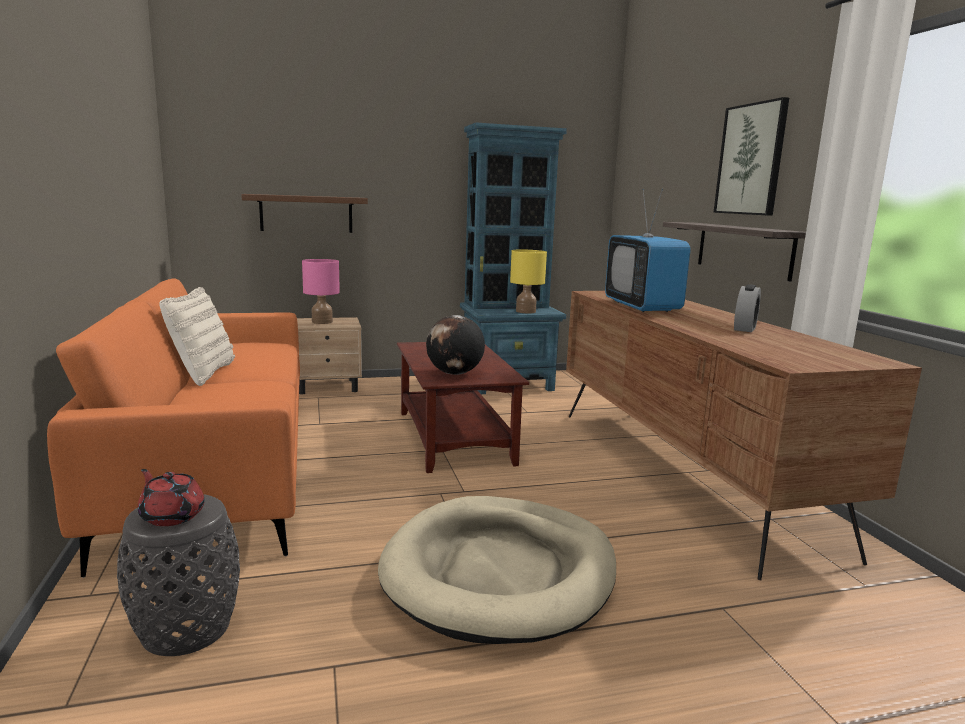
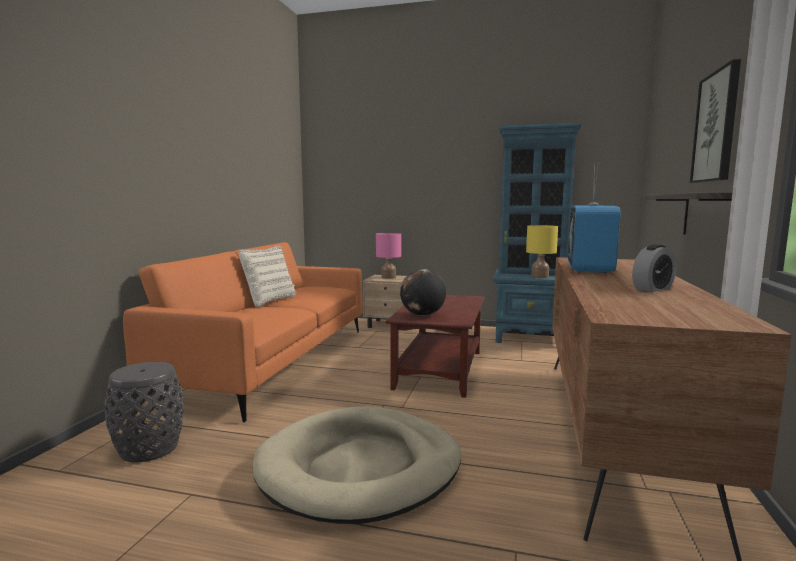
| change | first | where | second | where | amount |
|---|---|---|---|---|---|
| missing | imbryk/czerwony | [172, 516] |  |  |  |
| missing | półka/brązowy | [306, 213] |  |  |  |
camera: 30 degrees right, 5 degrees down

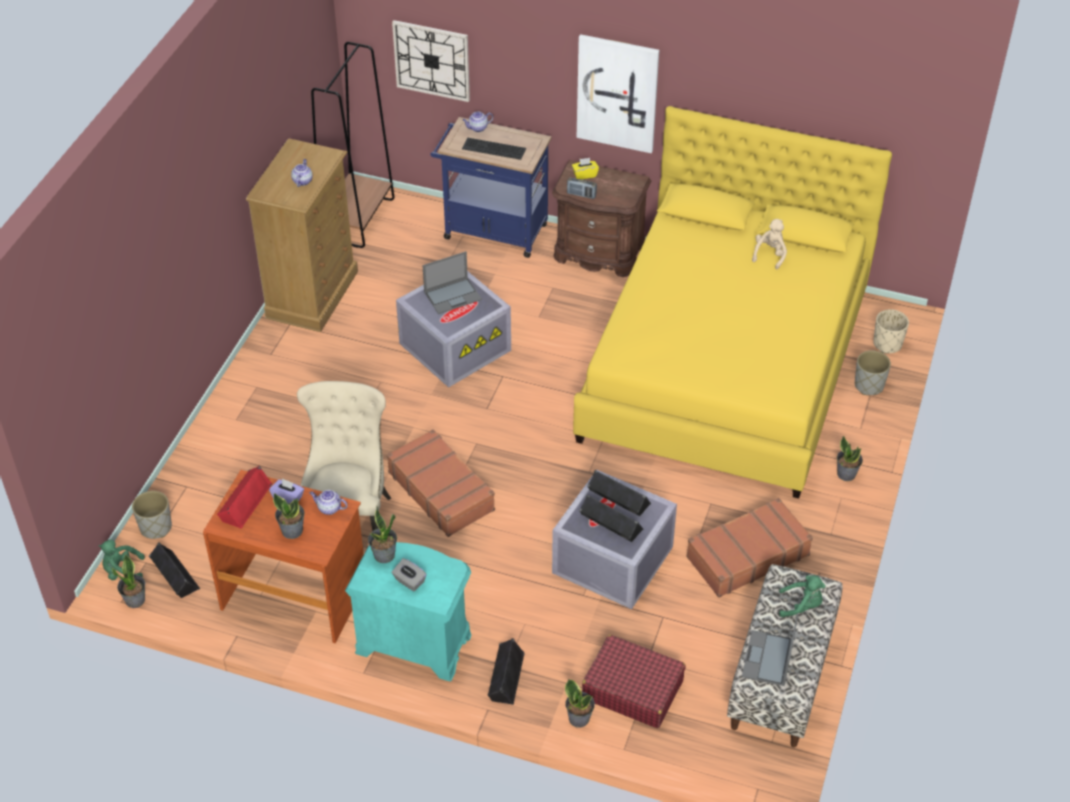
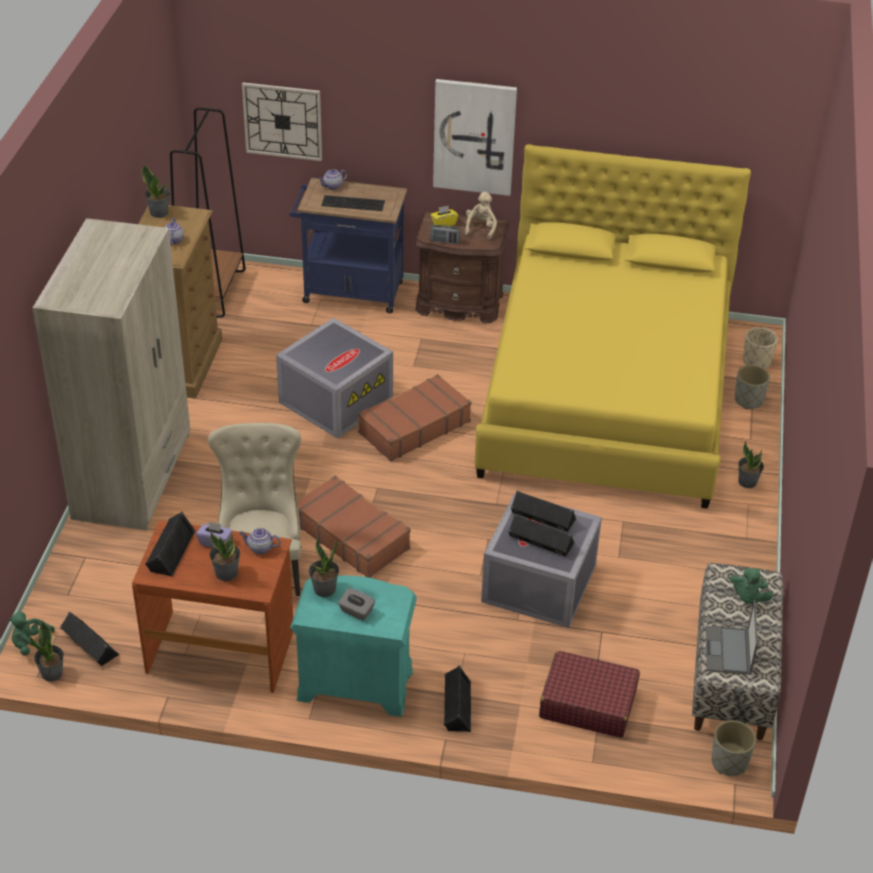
| change | first | where | second | where | amount |
|---|---|---|---|---|---|
| relocated | donica/szary | [155, 527] |  | [729, 763] |  |
| colour | głośnik/czerwony | [244, 501] | głośnik/czarny | [170, 550] |  |
| missing | laptop | [453, 295] |  |  |  |
| relocated | roślina doniczkowa | [579, 718] |  | [159, 212] |  |
| relocated | walizka/brązowy | [747, 555] |  | [413, 427] |  |
| relocated | pluszak/beżowy | [770, 255] |  | [481, 228] |  |
| spun | pluszak/zielony | [801, 605] |  | [748, 598] | 105 degrees clockwise |
| appeared |  |  | szafa/beżowy | [133, 476] |  |
camera: 10 degrees left, 5 degrees down

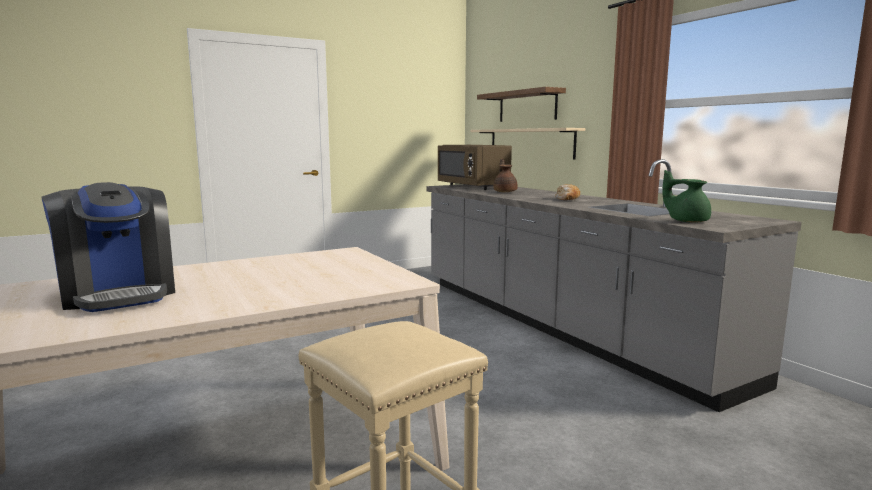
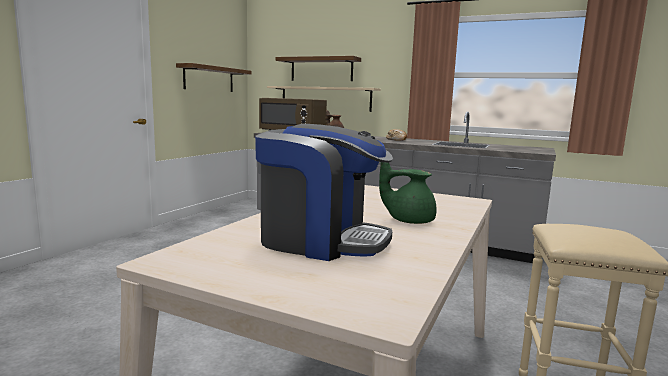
| change | first | where | second | where | amount |
|---|---|---|---|---|---|
| relocated | imbryk/zielony | [687, 221] |  | [408, 220] |  |
| appeared |  |  | półka | [209, 78] |  |
camera: 35 degrees left, 0 degrees up

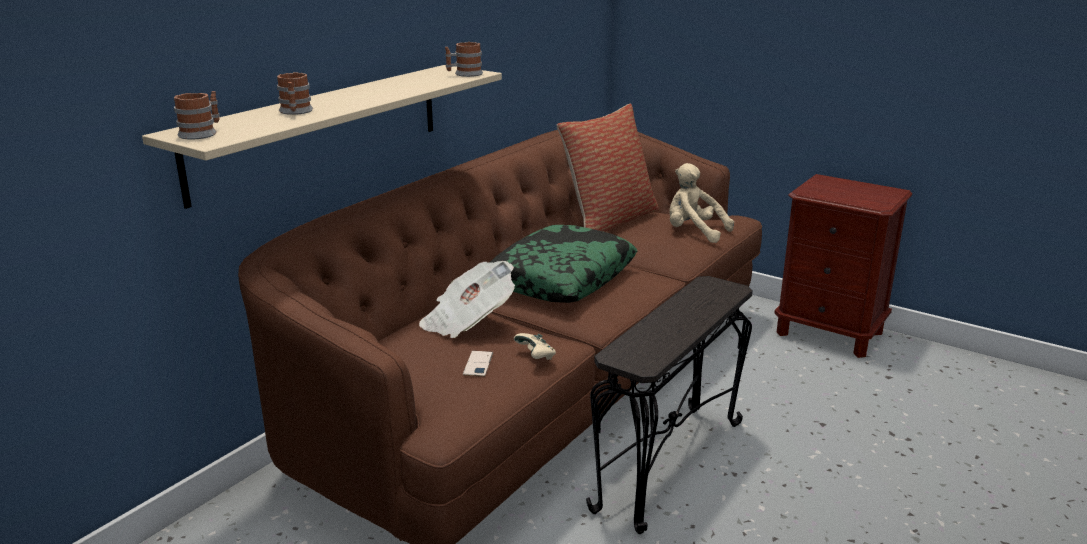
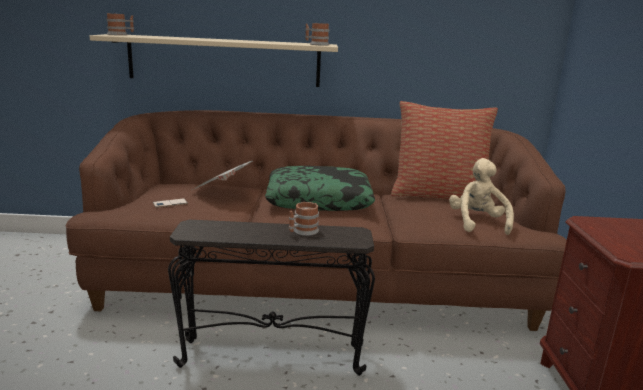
| change | first | where | second | where | amount |
|---|---|---|---|---|---|
| relocated | kubek | [295, 112] |  | [302, 232] |  |
| missing | pad do gier/beżowy | [536, 356] |  |  |  |
camera: 55 degrees right, 5 degrees down

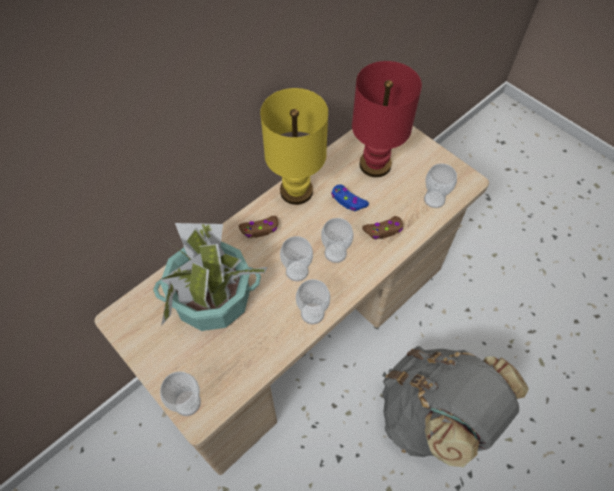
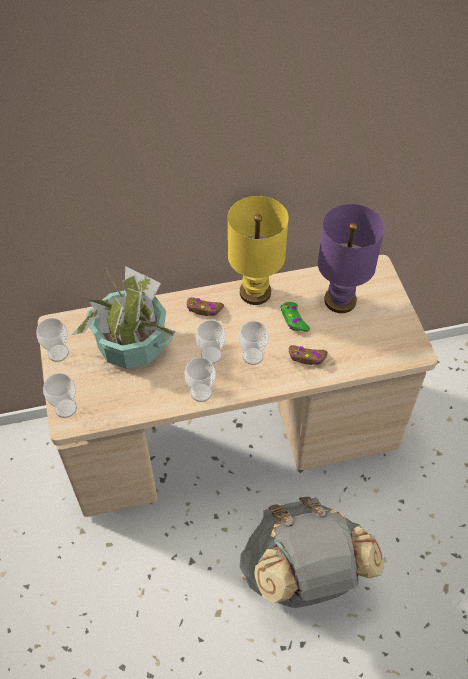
| change | first | where | second | where | amount |
|---|---|---|---|---|---|
| colour | pad do gier/niebieski | [348, 201] | pad do gier/zielony | [293, 320] |  |
| colour | lampa stołowa/czerwony | [374, 164] | lampa stołowa/fioletowy | [339, 300] |  |
| relocated | filiżanka | [434, 199] |  | [58, 353] |  |
camera: 30 degrees right, 5 degrees down

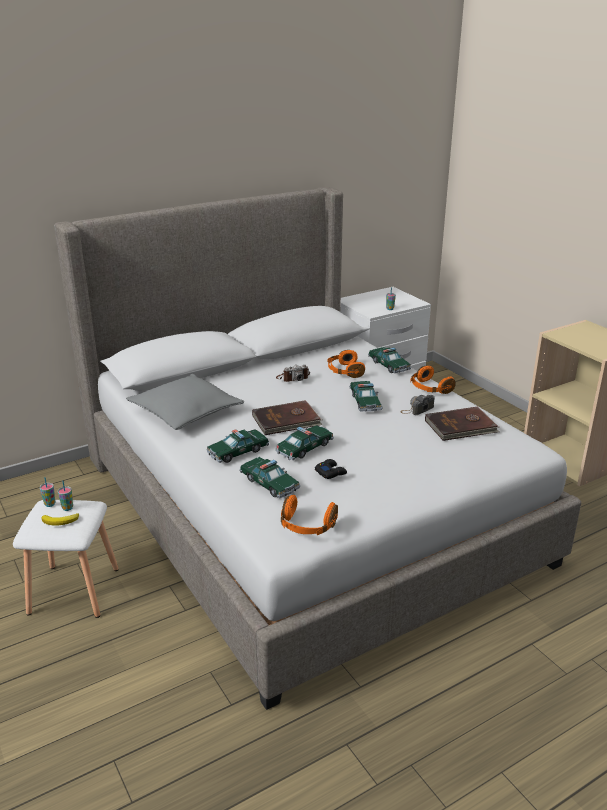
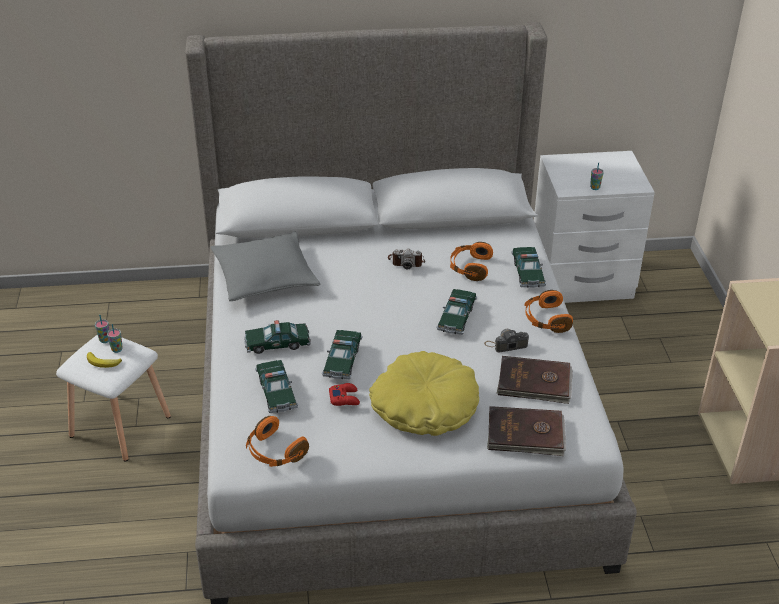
| change | first | where | second | where | amount |
|---|---|---|---|---|---|
| relocated | książka/brązowy | [287, 421] |  | [526, 434] |  |
| spun | samochodzik | [305, 448] |  | [342, 360] | 120 degrees clockwise |
| colour | pad do gier/czarny | [330, 472] | pad do gier/czerwony | [344, 398] |  |
| appeared |  |  | poduszka/żółty | [426, 407] |  |
camera: 25 degrees right, 10 degrees up

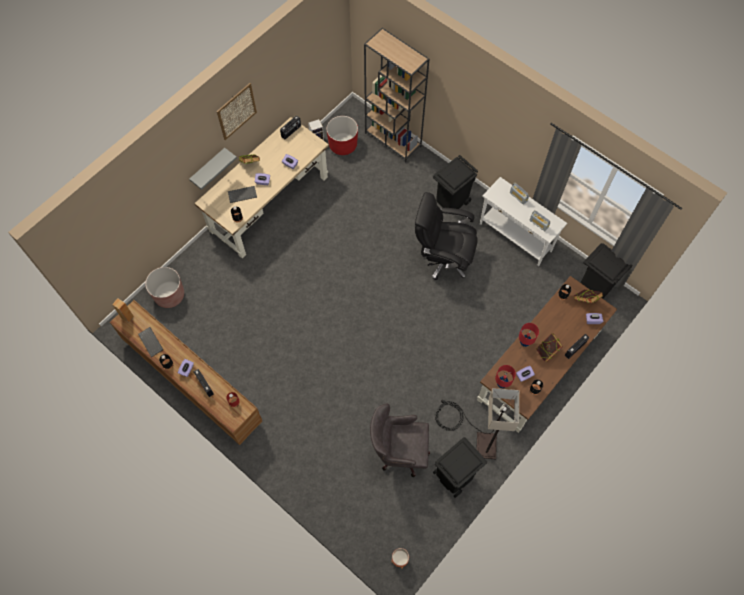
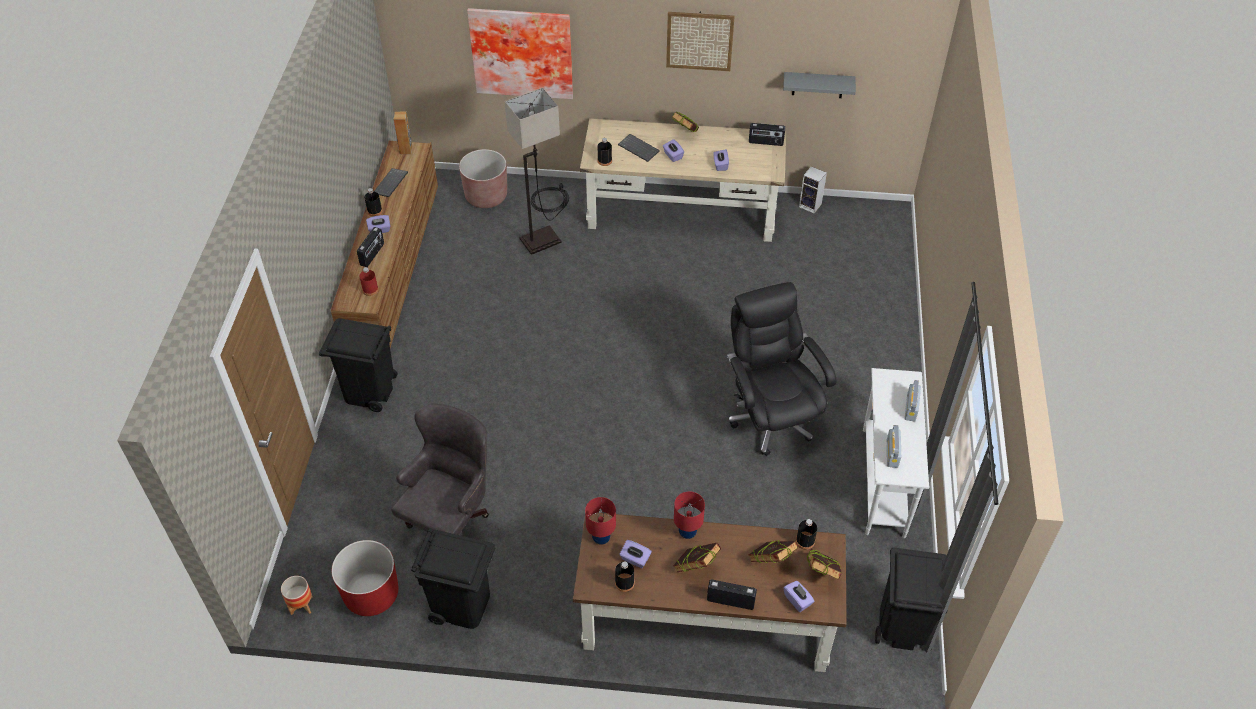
| change | first | where | second | where | amount |
|---|---|---|---|---|---|
| relocated | półka/szary | [208, 168] |  | [818, 85] |  |
| relocated | donica/czerwony | [343, 145] |  | [371, 594] |  |
| missing | regał | [393, 140] |  |  |  |
| spun | krzesło biurowe/szary | [399, 453] |  | [451, 523] | 60 degrees clockwise |
| relocated | kosz na śmieci/czarny | [451, 200] |  | [369, 391] |  |
| relocated | lampa stojąca | [466, 429] |  | [546, 219] |  |
| appeared |  |  | obraz | [522, 51] |  |
| appeared |  |  | książka | [771, 562] |  |
camera: 55 degrees right, 15 degrees down

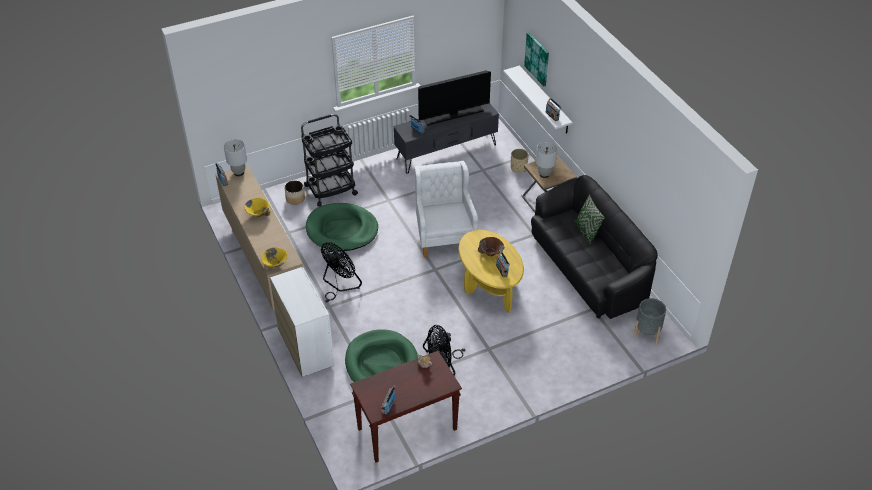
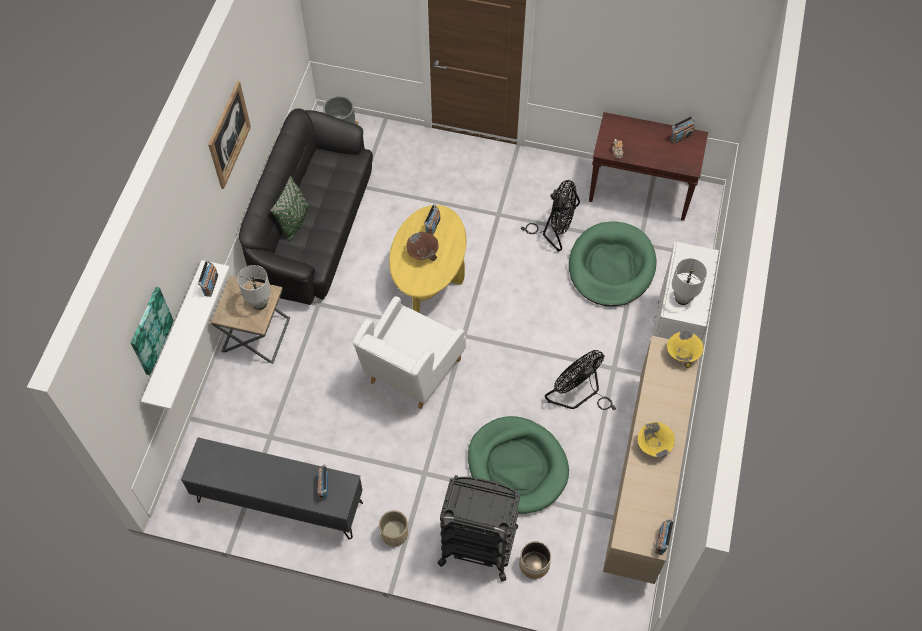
| change | first | where | second | where | amount |
|---|---|---|---|---|---|
| relocated | lampa stołowa/biały | [239, 172] |  | [682, 298] |  |
| spun | wentylator/czarny | [337, 283] |  | [581, 392] | 60 degrees clockwise |
| missing | telewizor | [454, 115] |  |  |  |
| relocated | donica/beżowy | [518, 168] |  | [394, 534] |  |
| appeared |  |  | obraz | [229, 135] |  |
camera: 140 degrees left, 15 degrees up

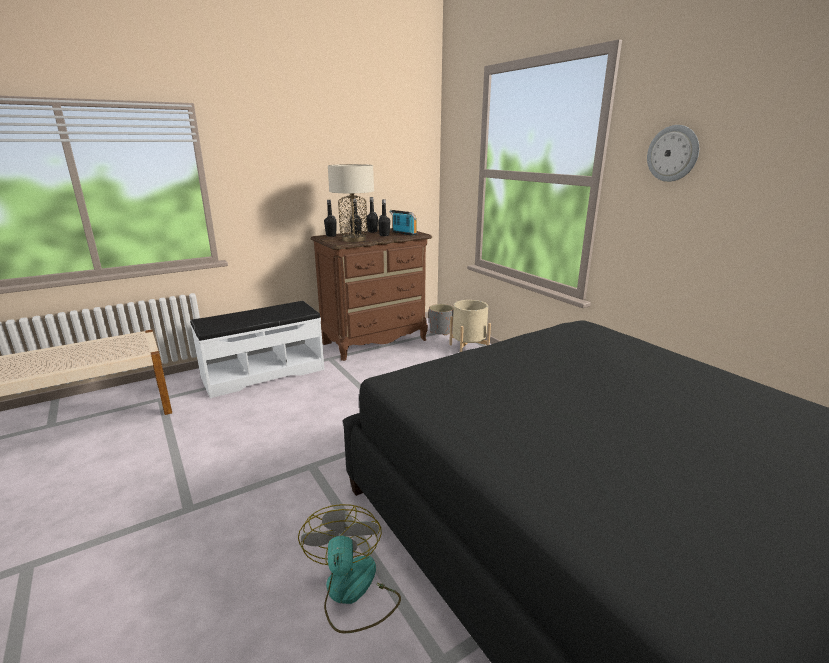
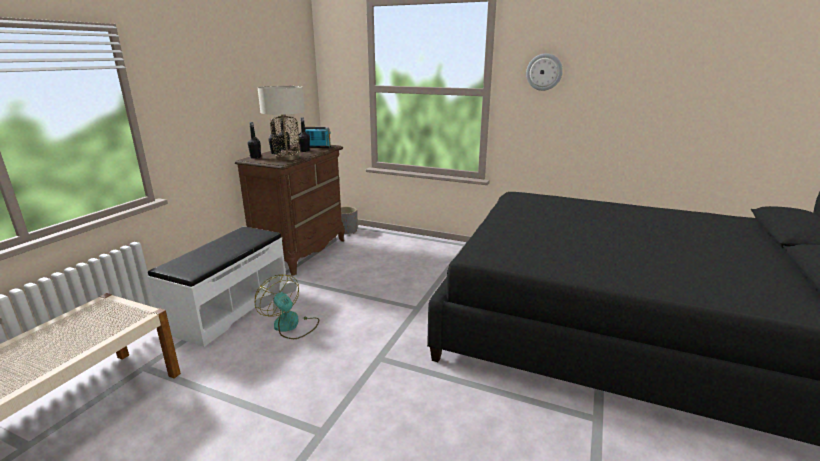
| change | first | where | second | where | amount |
|---|---|---|---|---|---|
| relocated | wentylator | [352, 592] |  | [291, 326] |  |
| missing | donica/beżowy | [468, 348] |  |  |  |
camera: 35 degrees left, 0 degrees up

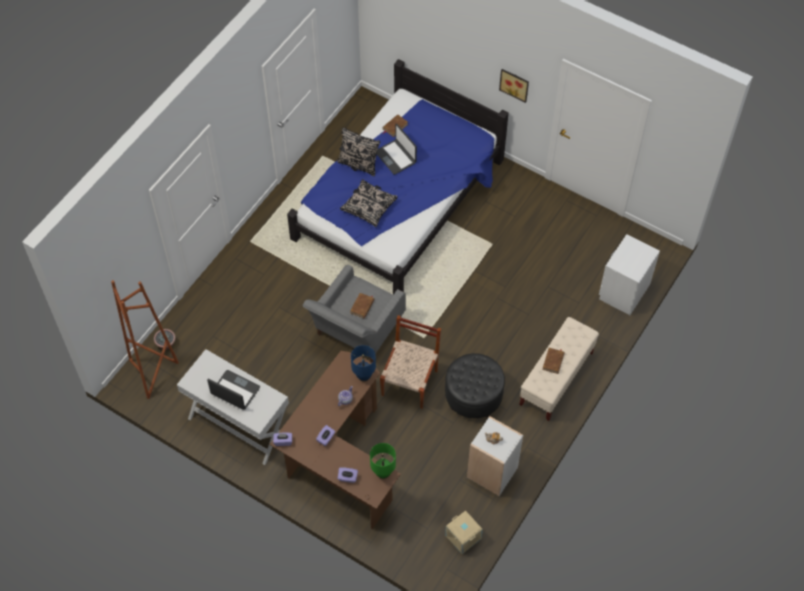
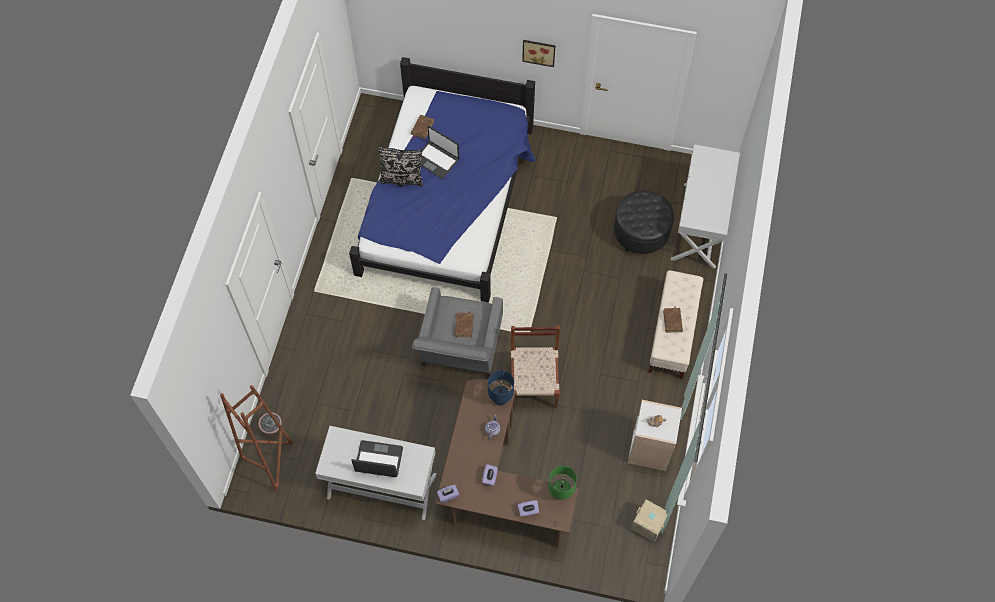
| change | first | where | second | where | amount |
|---|---|---|---|---|---|
| missing | poduszka/czarny | [369, 208] |  |  |  |
| relocated | pufa/czarny | [473, 396] |  | [641, 233] |  |
| exchanged | szafka nocna/biały | [623, 291] | stolik konsolowy/biały | [700, 225] |  |
camera: 20 degrees left, 5 degrees up

